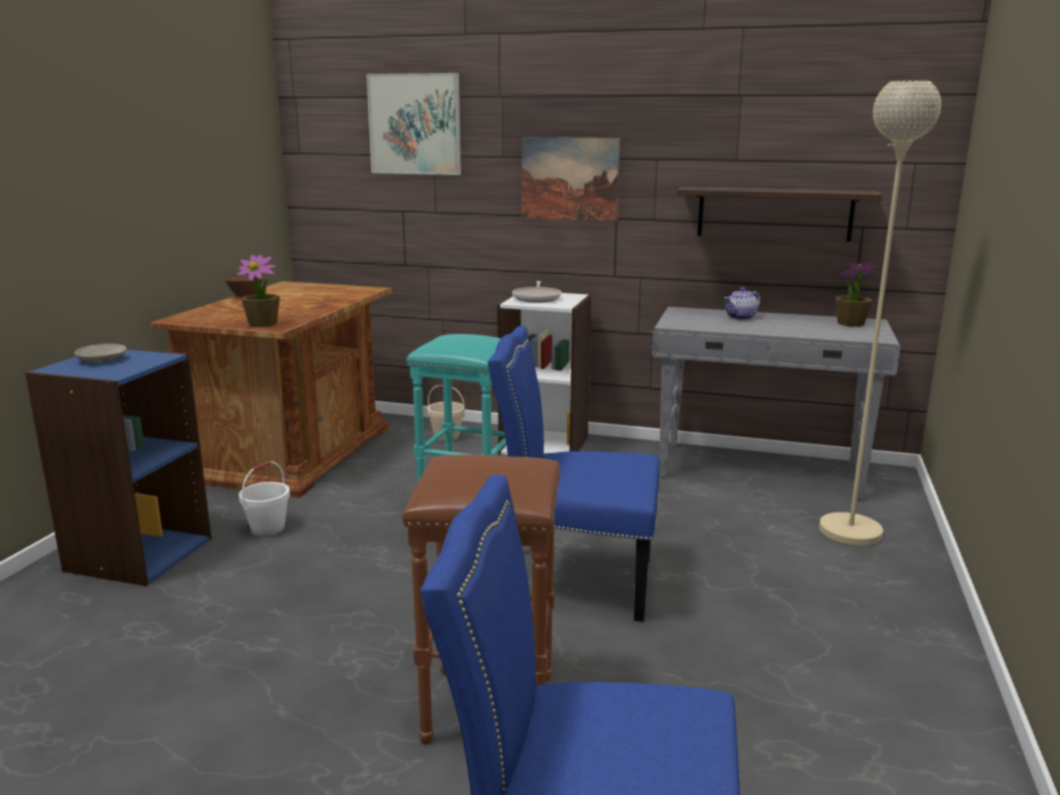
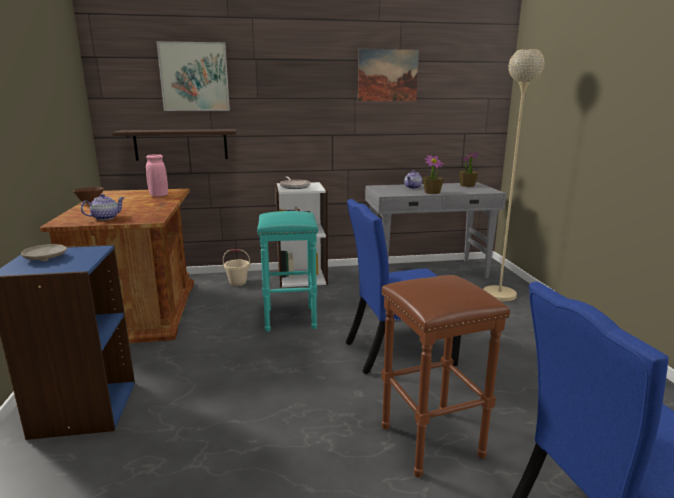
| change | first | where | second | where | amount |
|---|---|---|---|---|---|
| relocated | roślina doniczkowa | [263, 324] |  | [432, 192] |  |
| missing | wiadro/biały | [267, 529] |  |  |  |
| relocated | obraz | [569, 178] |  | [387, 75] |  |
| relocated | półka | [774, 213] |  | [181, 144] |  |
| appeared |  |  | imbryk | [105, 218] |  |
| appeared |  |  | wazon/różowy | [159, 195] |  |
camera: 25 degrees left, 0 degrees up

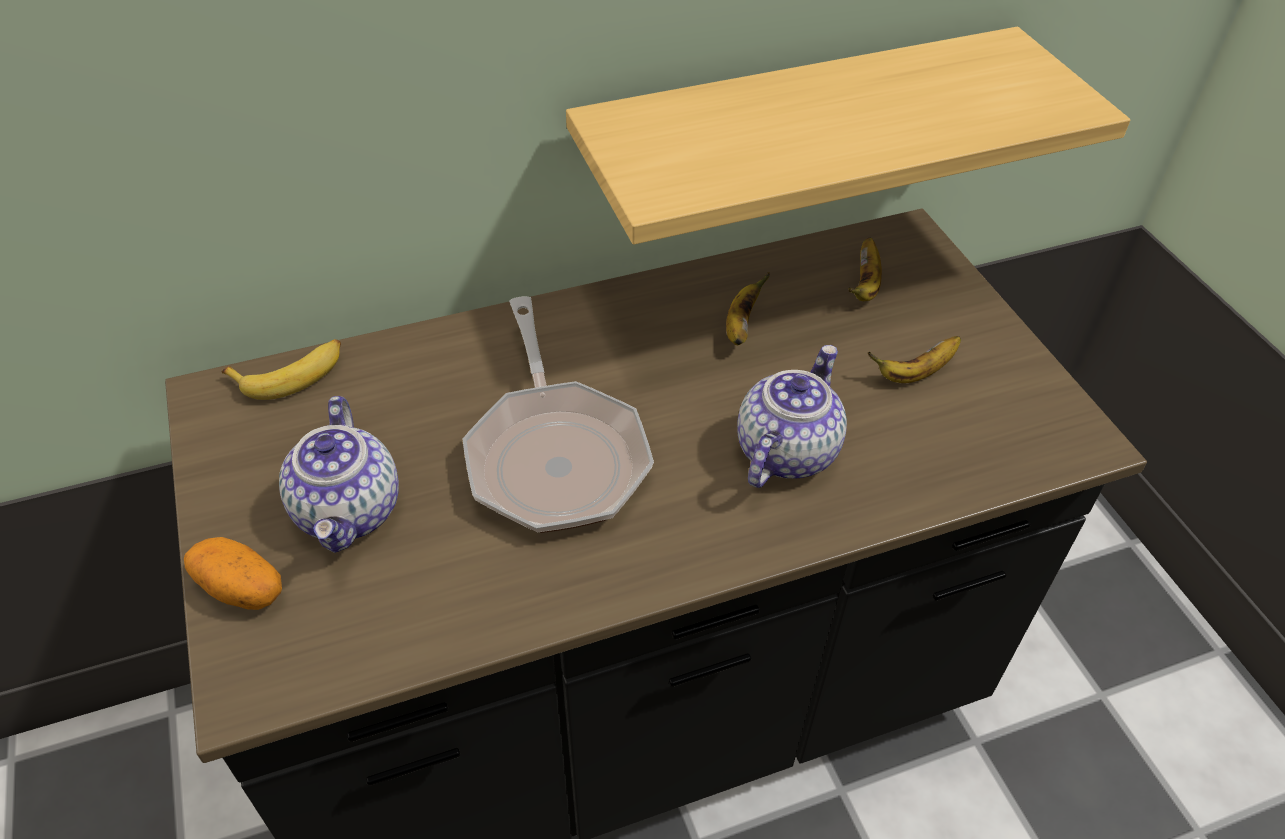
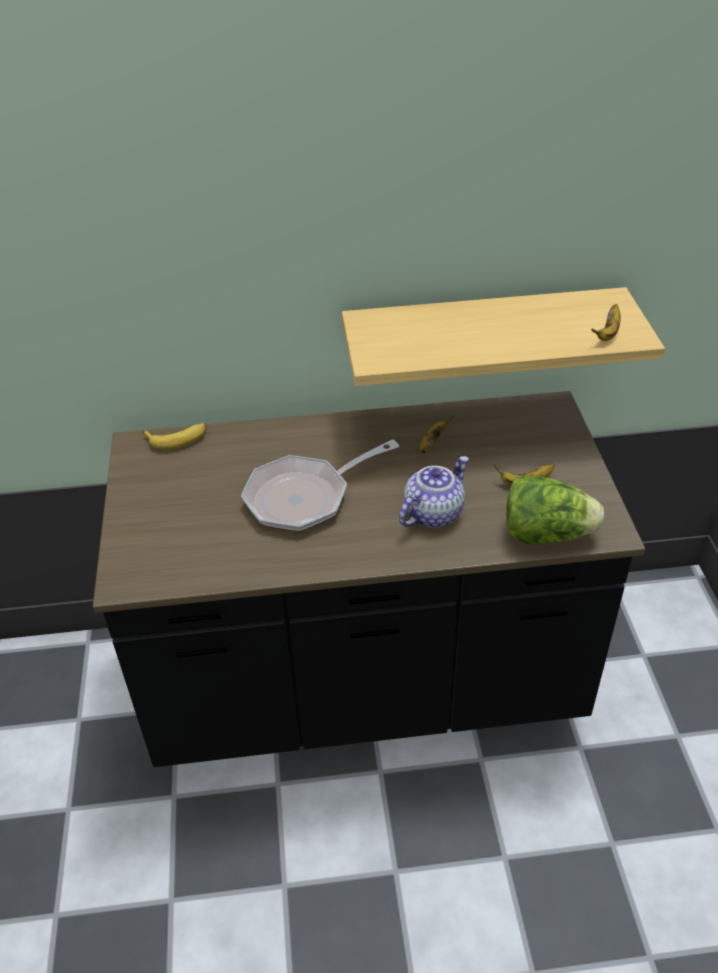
| change | first | where | second | where | amount |
|---|---|---|---|---|---|
| missing | ziemniak | [241, 588] |  |  |  |
| missing | imbryk | [350, 511] |  |  |  |
| spun | patelnia | [555, 454] |  | [305, 497] | 60 degrees clockwise |
| relocated | banan | [865, 285] |  | [608, 333] |  |
| appeared |  |  | sałata | [546, 533] |  |
camera: 15 degrees right, 5 degrees down

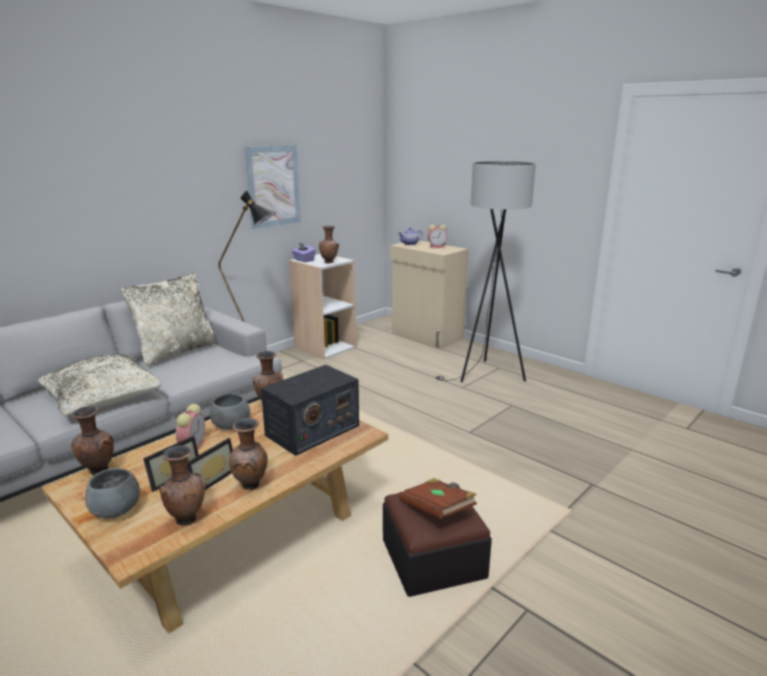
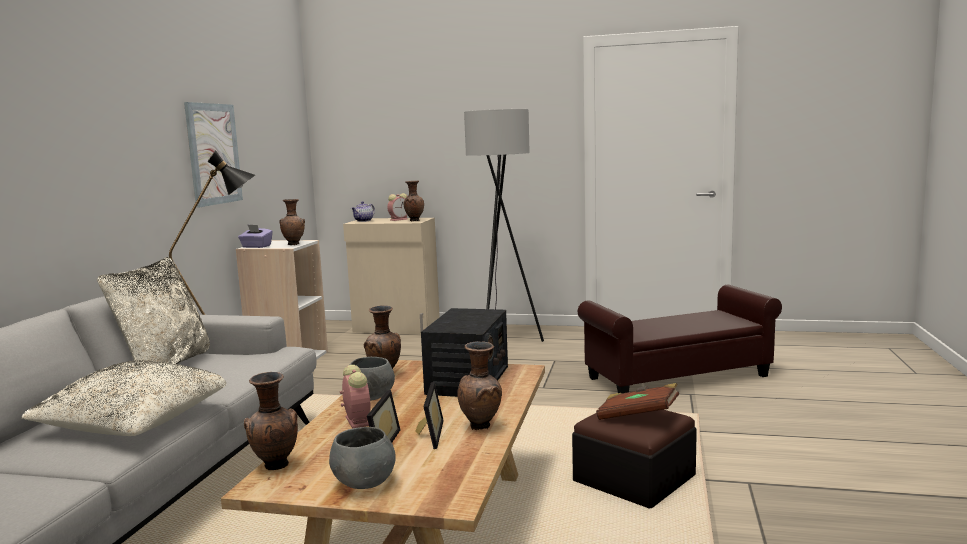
| change | first | where | second | where | amount |
|---|---|---|---|---|---|
| relocated | wazon/brązowy | [187, 519] |  | [414, 221] |  |
| appeared |  |  | pufa/brązowy | [677, 377] |  |
camera: 30 degrees left, 10 degrees down

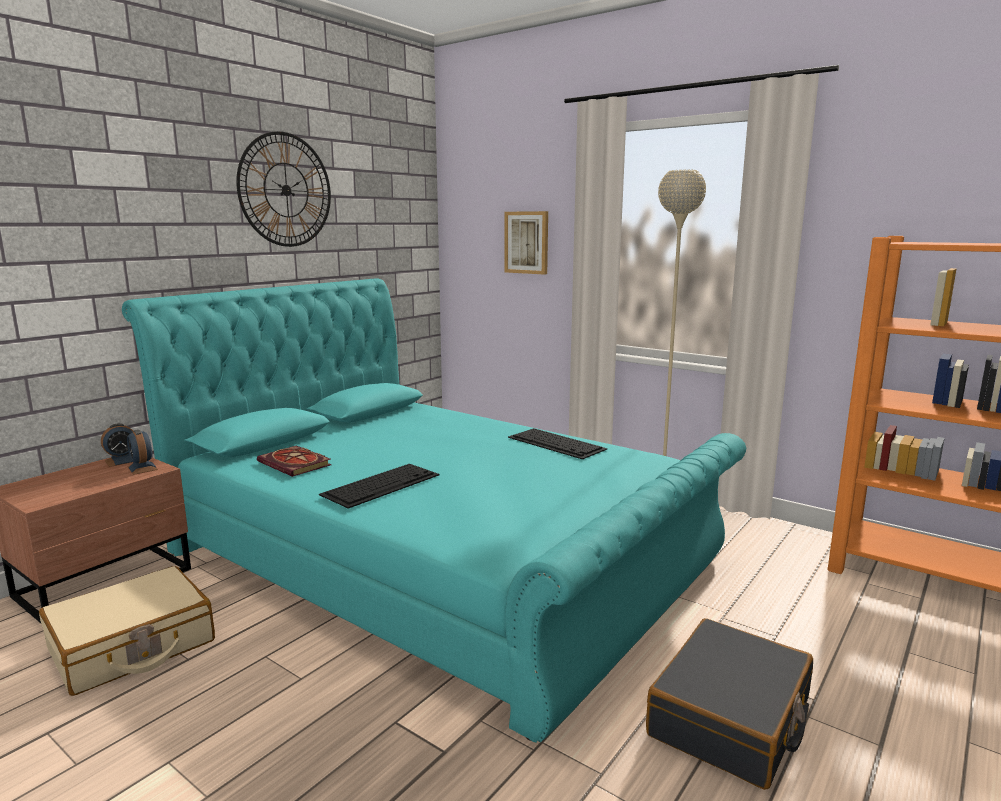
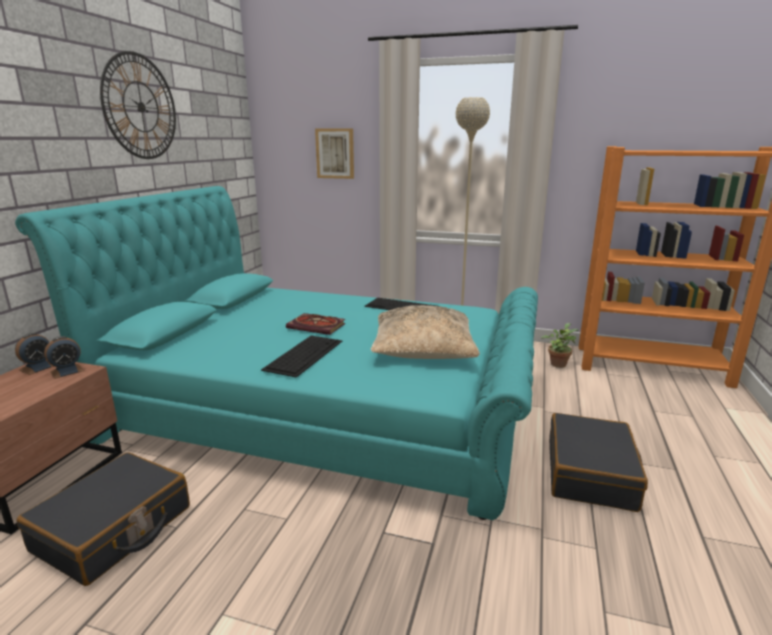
| change | first | where | second | where | amount |
|---|---|---|---|---|---|
| colour | walizka/beżowy | [132, 646] | walizka/czarny | [114, 529] |  |
| spun | budzik | [142, 468] |  | [67, 371] | 75 degrees counterclockwise |
| relocated | książka | [296, 464] |  | [318, 326] |  |
| appeared |  |  | poduszka/beżowy | [423, 348] |  |
| appeared |  |  | roślina doniczkowa | [558, 363] |  |
camera: 20 degrees left, 5 degrees up

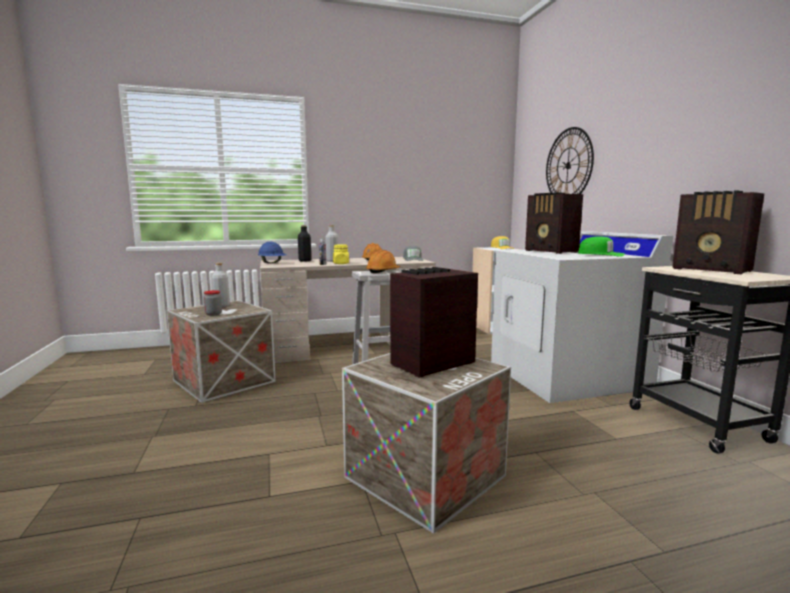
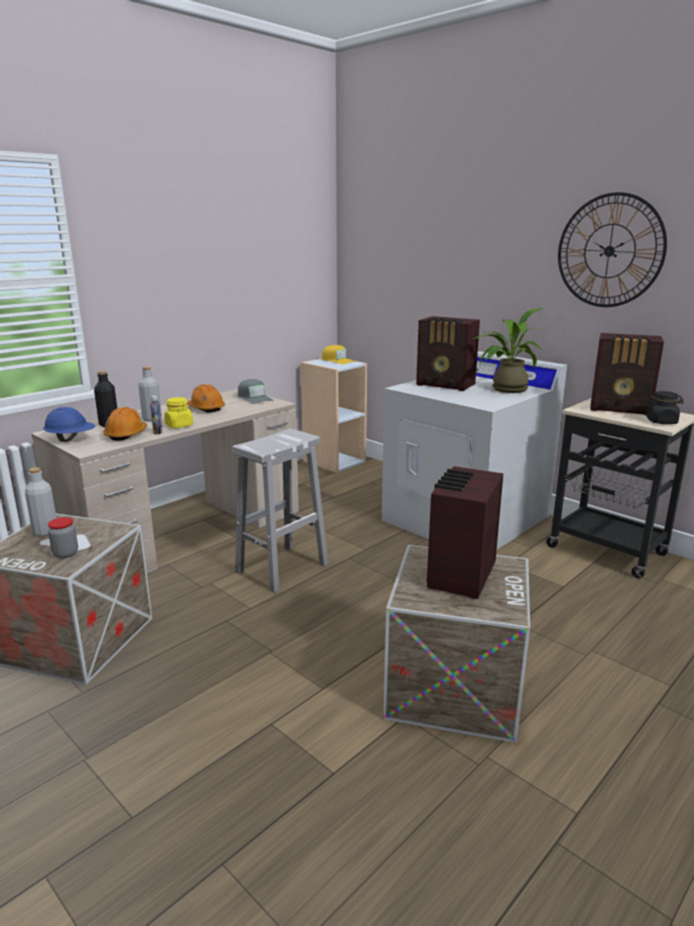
| change | first | where | second | where | amount |
|---|---|---|---|---|---|
| relocated | kask/pomarańczowy | [383, 271] |  | [126, 434] |  |
| relocated | zegar ścienny | [568, 165] |  | [609, 251] |  |
| exchanged | czapka z daszkiem/zielony | [601, 254] | roślina doniczkowa | [504, 389] |  |
| appeared |  |  | słoik/czarny | [661, 422] |  |
camera: 30 degrees left, 10 degrees up

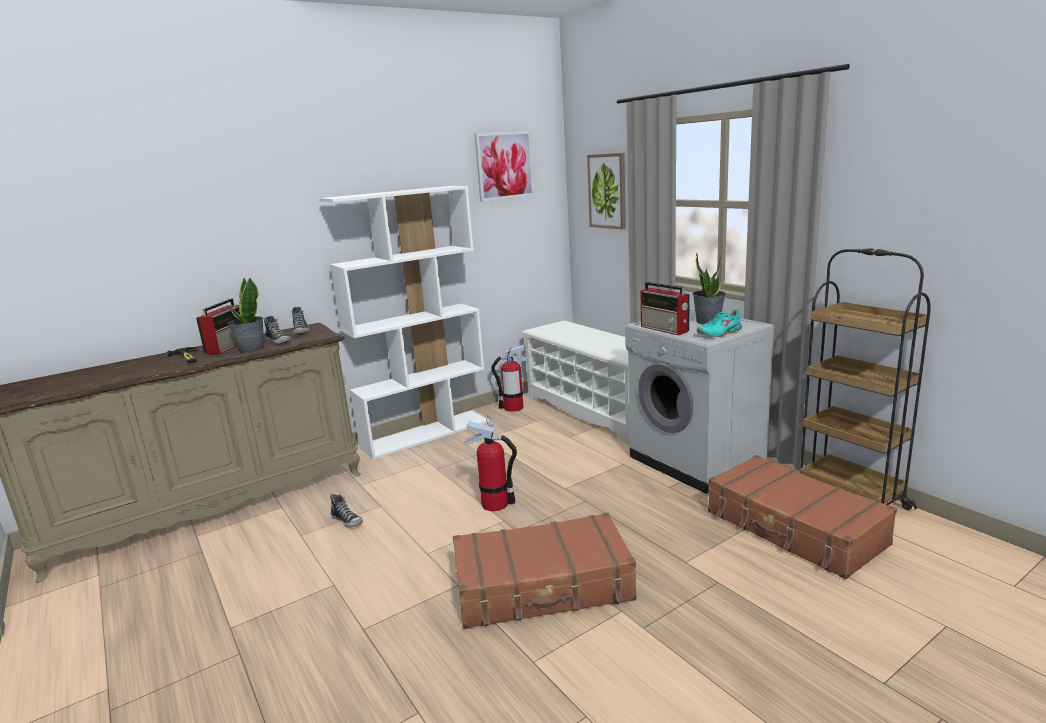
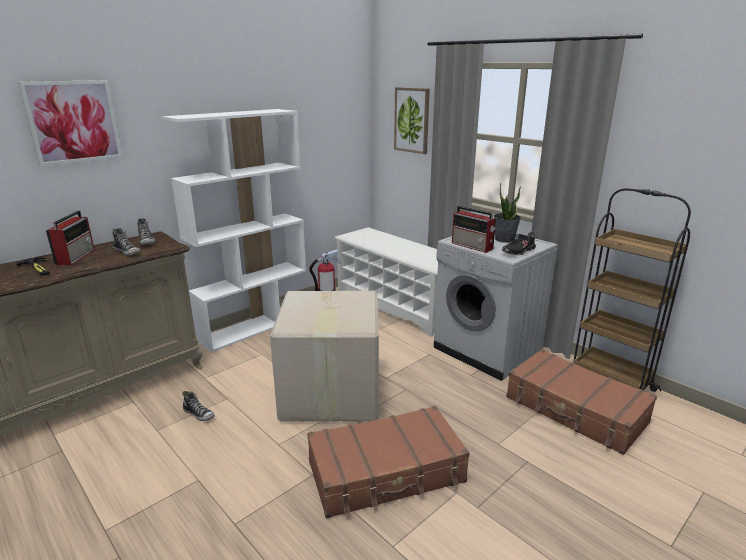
| change | first | where | second | where | amount |
|---|---|---|---|---|---|
| missing | roślina doniczkowa | [251, 349] |  |  |  |
| exchanged | gaśnica | [495, 504] | karton | [329, 394] |  |
| relocated | obraz | [504, 165] |  | [73, 122] |  |
| colour | but/turkusowy | [719, 333] | but/czarny | [518, 251] |  |
camera: 10 degrees left, 5 degrees up

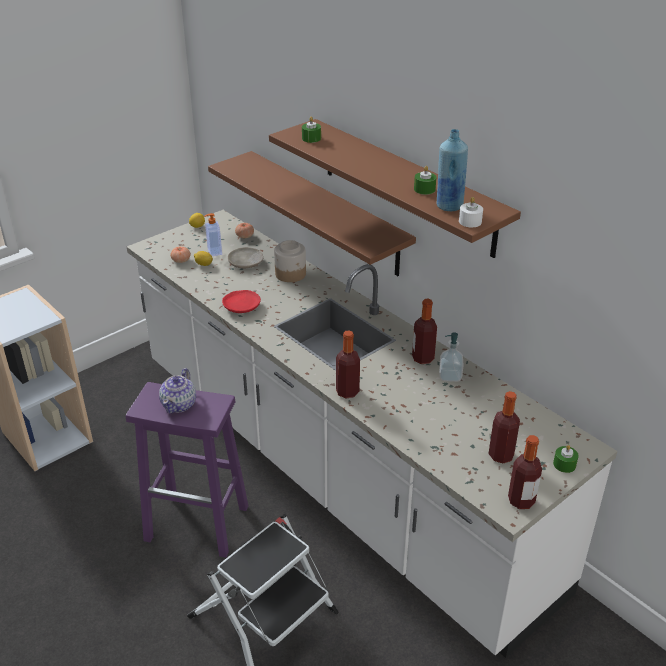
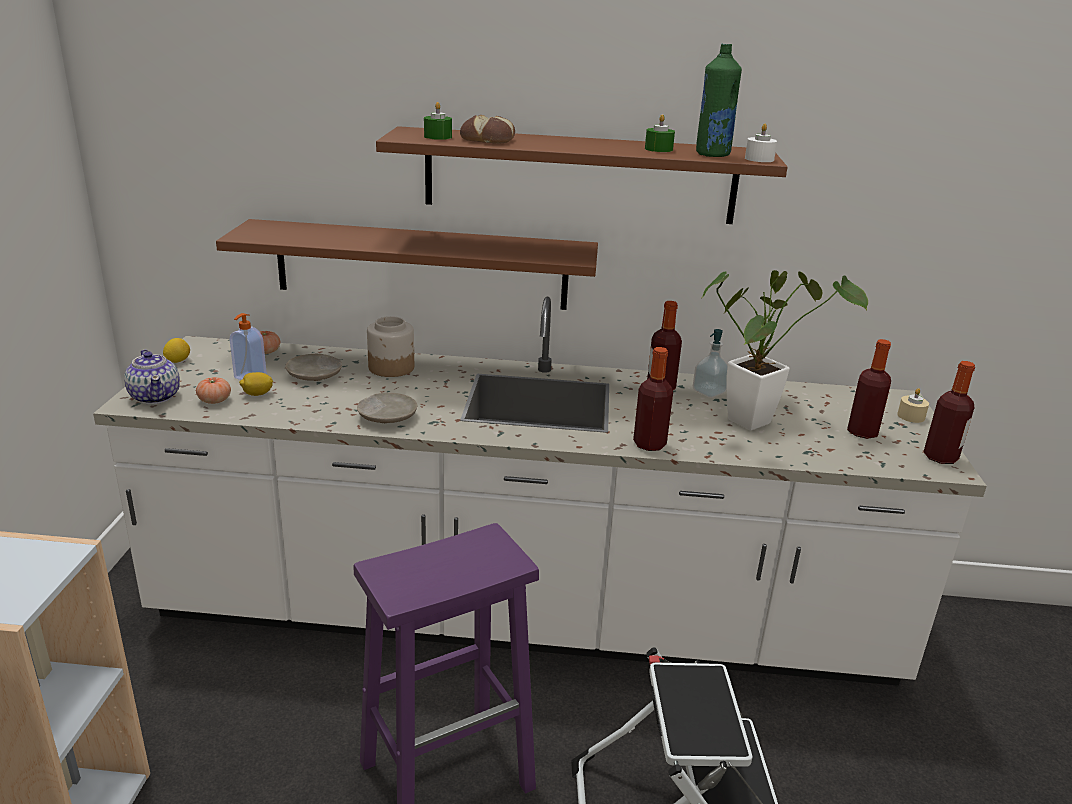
| change | first | where | second | where | amount |
|---|---|---|---|---|---|
| relocated | imbryk | [179, 404] |  | [155, 396] |  |
| colour | talerz/czerwony | [242, 306] | talerz/beżowy | [387, 416] |  |
| colour | butelka/niebieski | [449, 206] | butelka/zielony | [712, 154] |  |
| colour | świeca/zielony | [564, 464] | świeca/beżowy | [911, 416] |  |
| appeared |  |  | chleb | [488, 139] |  |
| appeared |  |  | roślina doniczkowa | [756, 419] |  |
camera: 45 degrees left, 10 degrees down

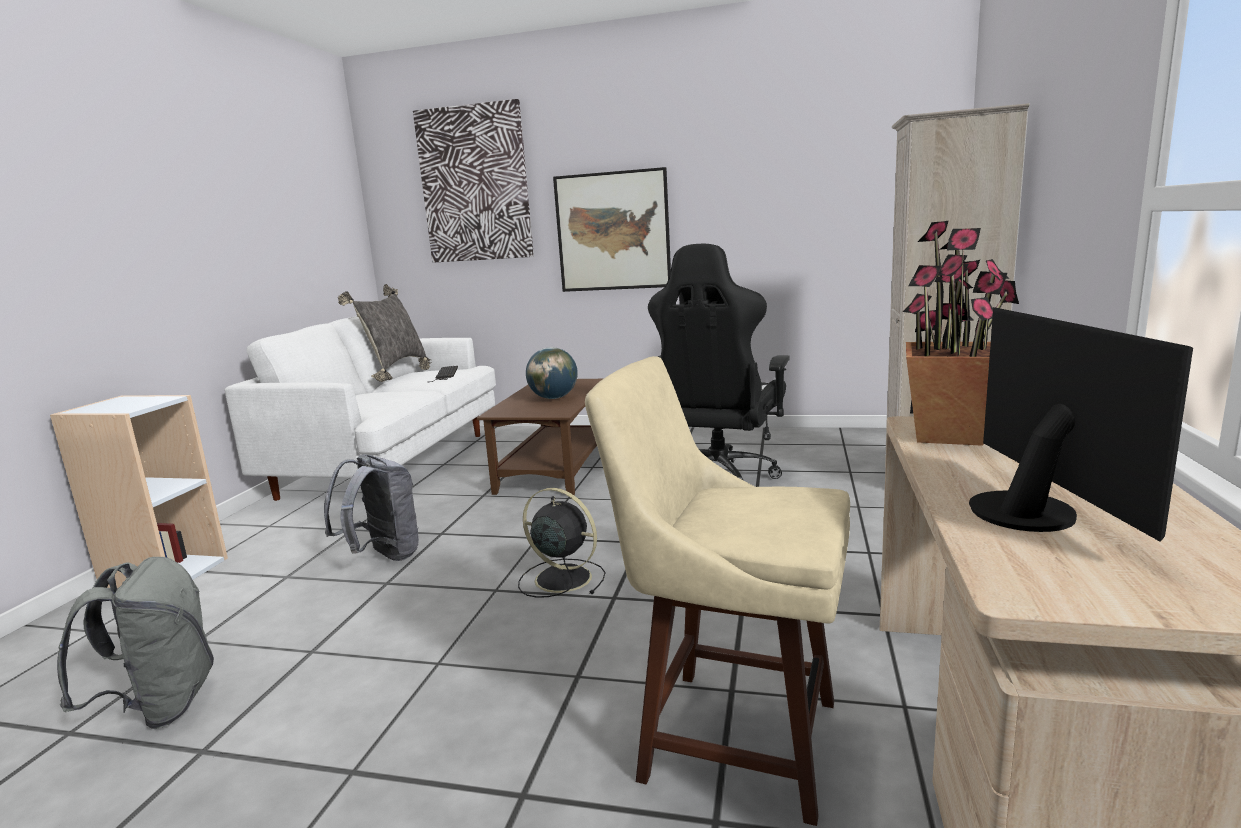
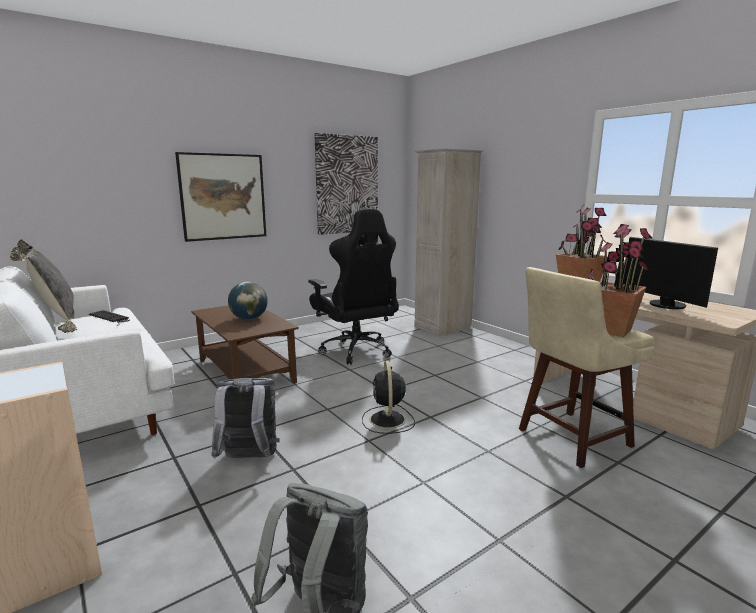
| change | first | where | second | where | amount |
|---|---|---|---|---|---|
| relocated | obraz | [475, 184] |  | [347, 185] |  |
| spun | wentylator/czarny | [561, 578] |  | [387, 420] | 75 degrees counterclockwise |
| spun | monitor | [1032, 511] |  | [664, 305] | 150 degrees counterclockwise |
| appeared |  |  | roślina doniczkowa | [611, 330] |  |
camera: 50 degrees left, 0 degrees up

